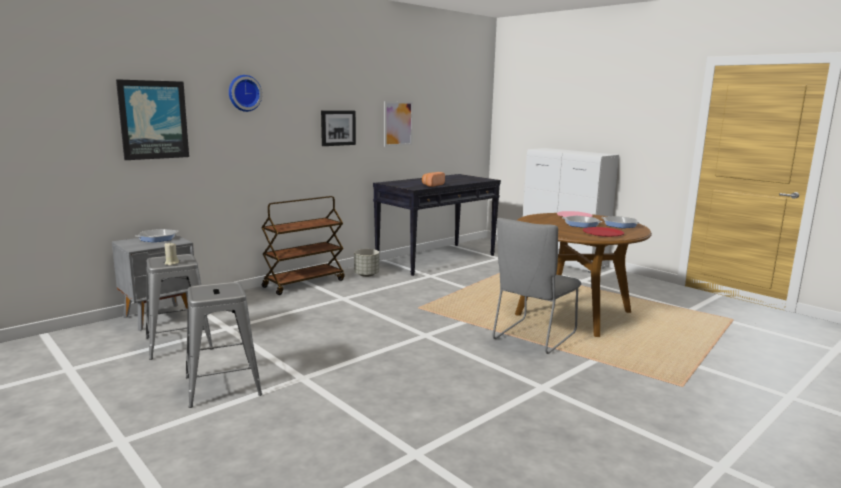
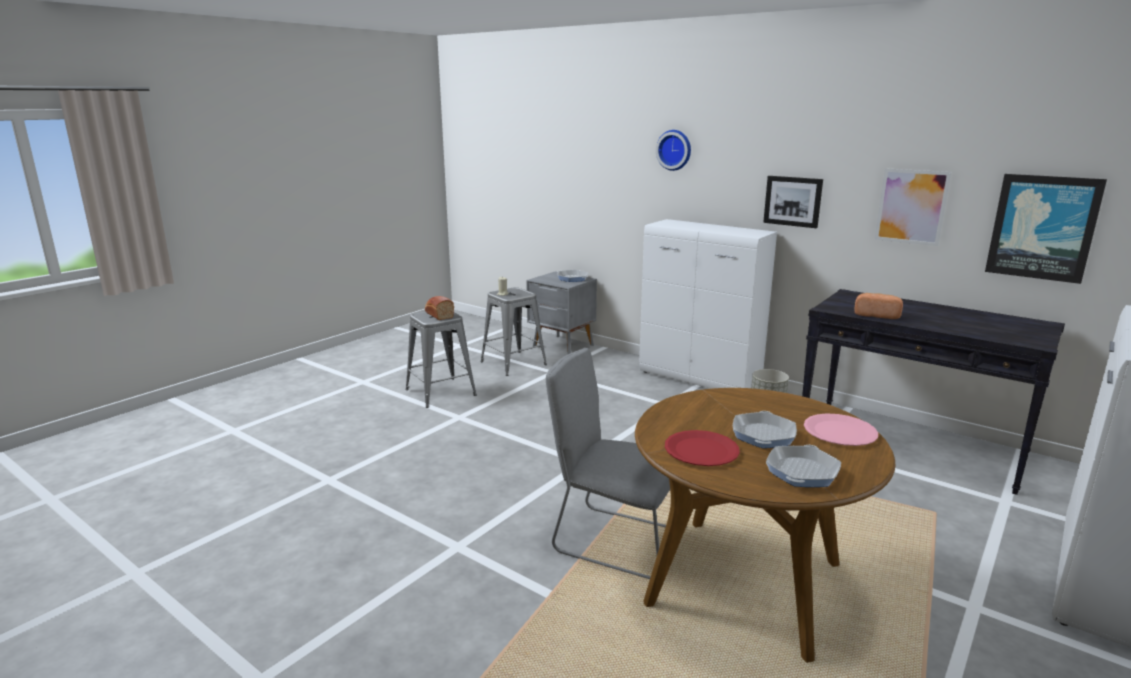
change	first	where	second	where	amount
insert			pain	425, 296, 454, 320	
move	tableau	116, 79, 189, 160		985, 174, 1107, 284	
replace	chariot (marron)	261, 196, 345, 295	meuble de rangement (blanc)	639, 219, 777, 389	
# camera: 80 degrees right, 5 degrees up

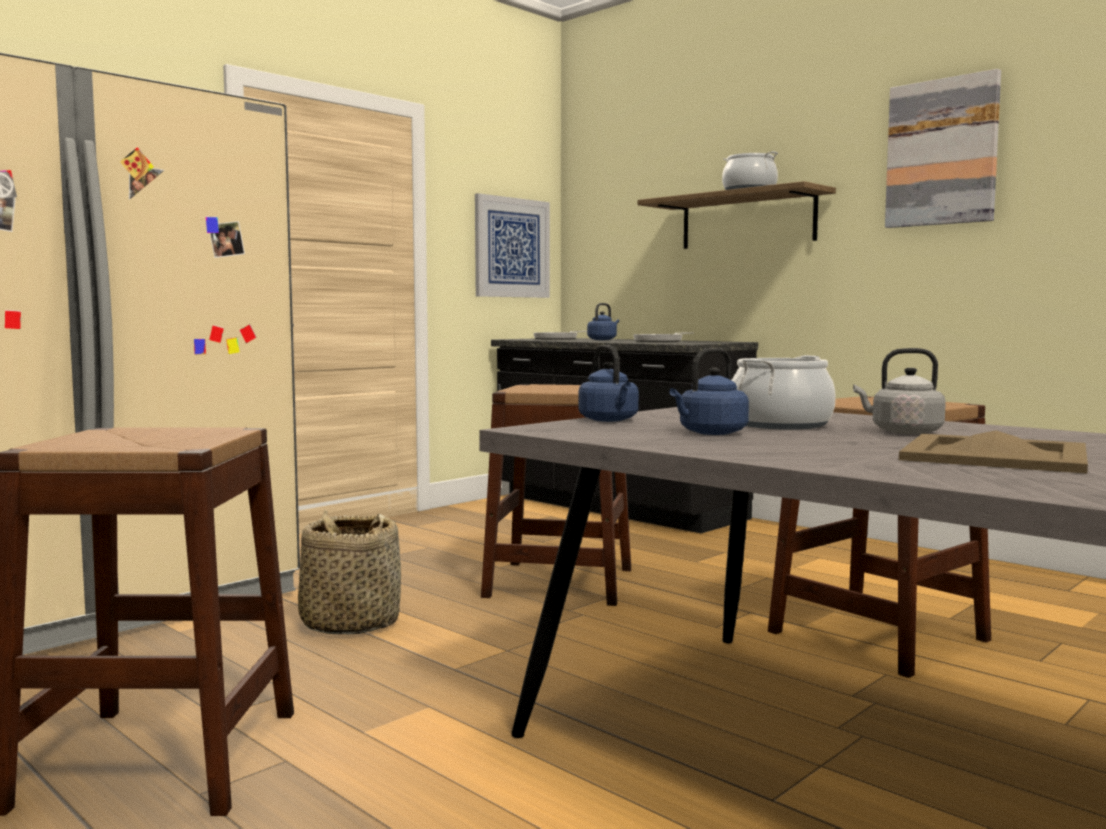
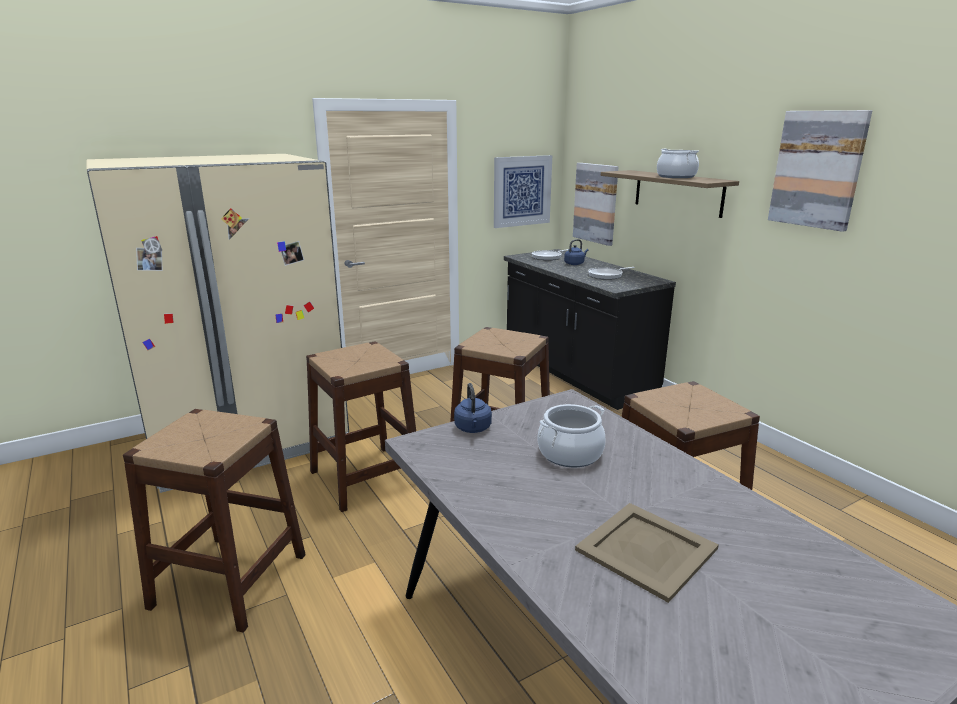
change	first	where	second	where	amount
delete	bouilloire (bleu)	669, 348, 749, 435			
delete	bouilloire (gris)	853, 348, 946, 435			
insert			tableau	573, 163, 618, 246	
replace	panier	298, 509, 401, 634	tabouret (marron)	306, 341, 416, 512	
# camera: 15 degrees right, 15 degrees up

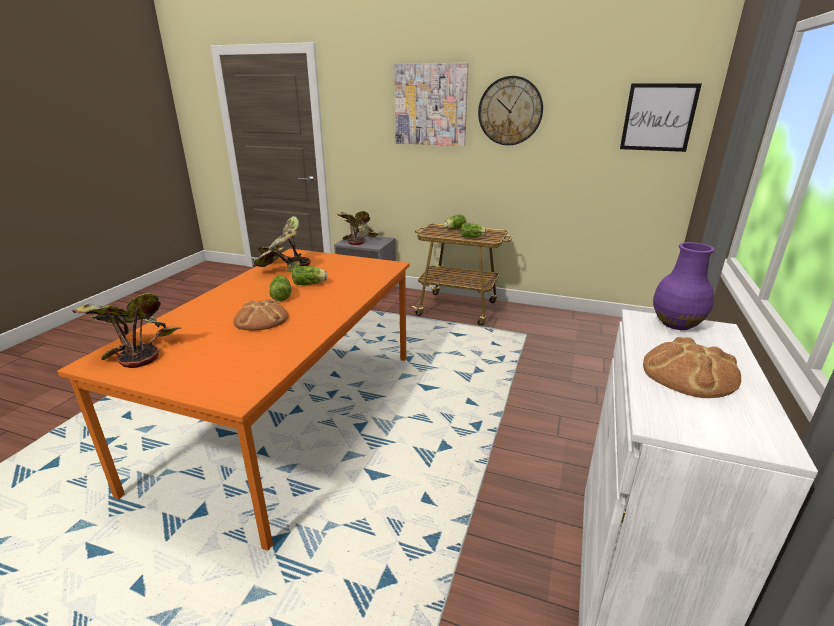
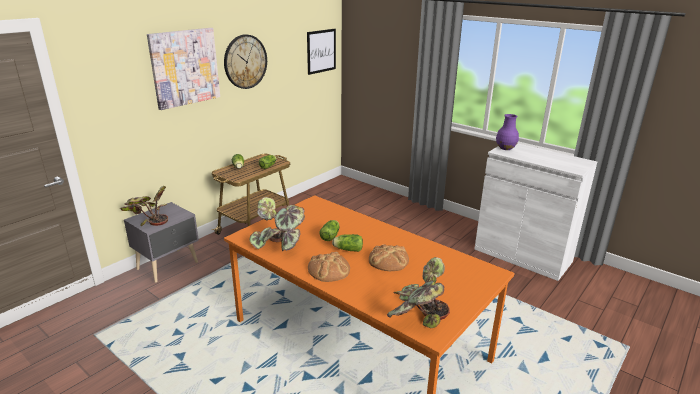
change	first	where	second	where	amount
move	pain	643, 337, 741, 398		308, 252, 350, 282	
# camera: 70 degrees left, 0 degrees up

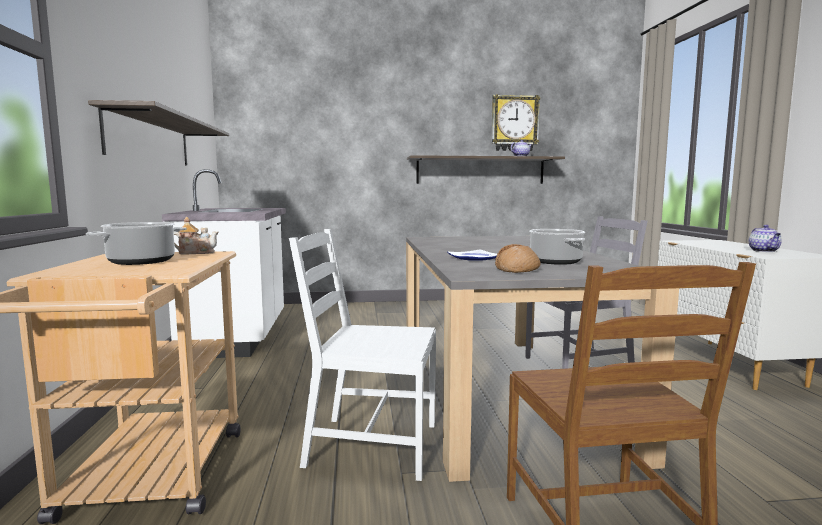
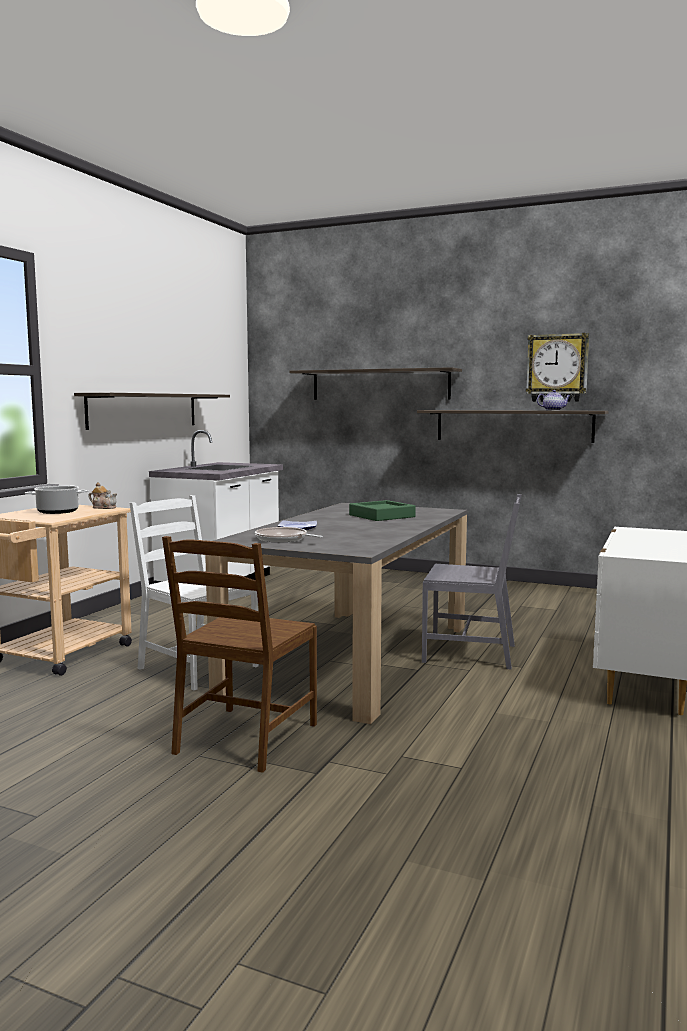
change	first	where	second	where	amount
delete	marmite	529, 229, 585, 265			
delete	théière	748, 225, 782, 252			
insert			étagère	290, 367, 462, 400	
insert			plateau (vert)	349, 500, 416, 521	
replace	pain	495, 244, 541, 273	poêle	255, 527, 323, 542	
# camera: 30 degrees right, 0 degrees up

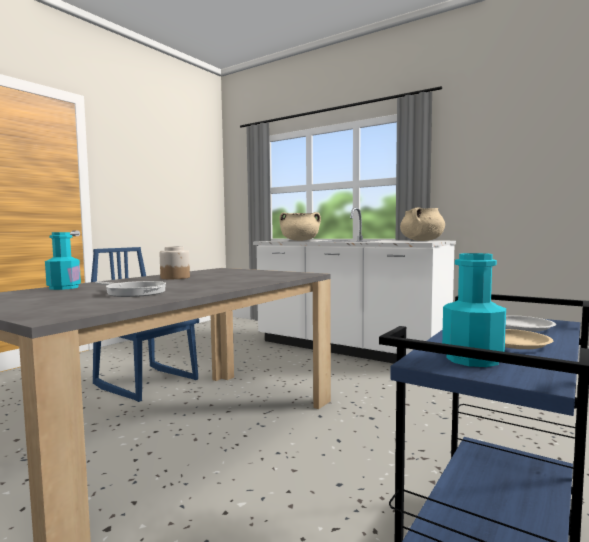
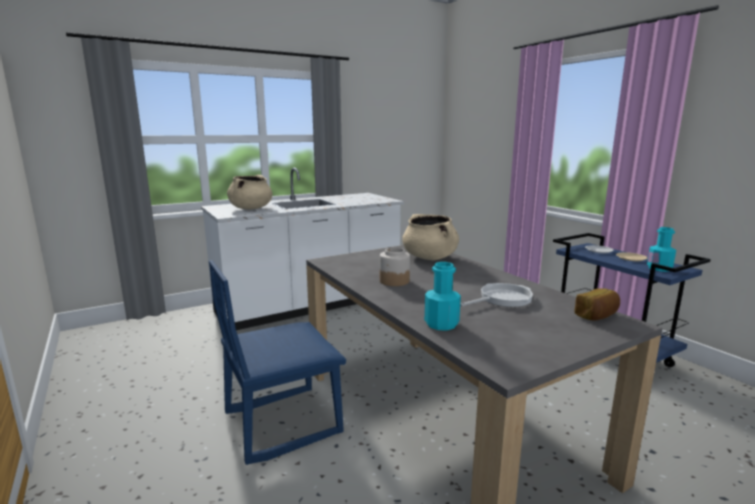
change	first	where	second	where	amount
insert			pain	574, 288, 620, 321	
move	marmite (beige)	400, 207, 445, 241		402, 214, 459, 260	
# camera: 65 degrees left, 10 degrees up

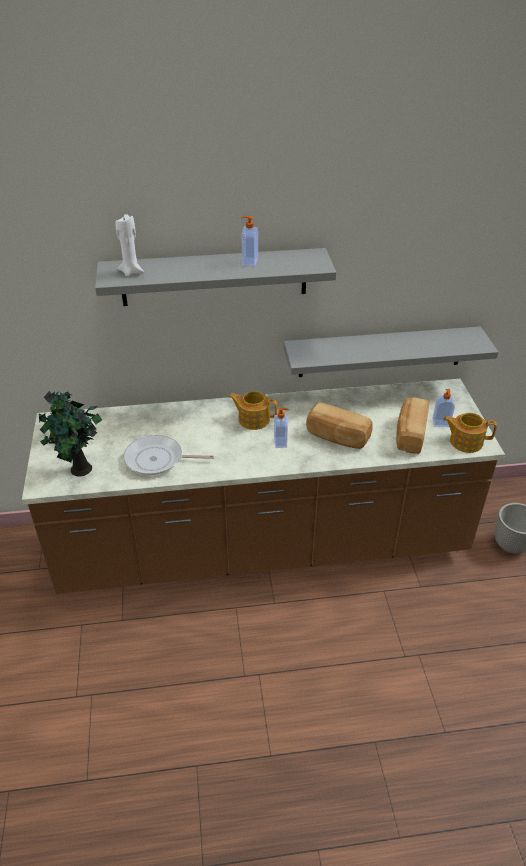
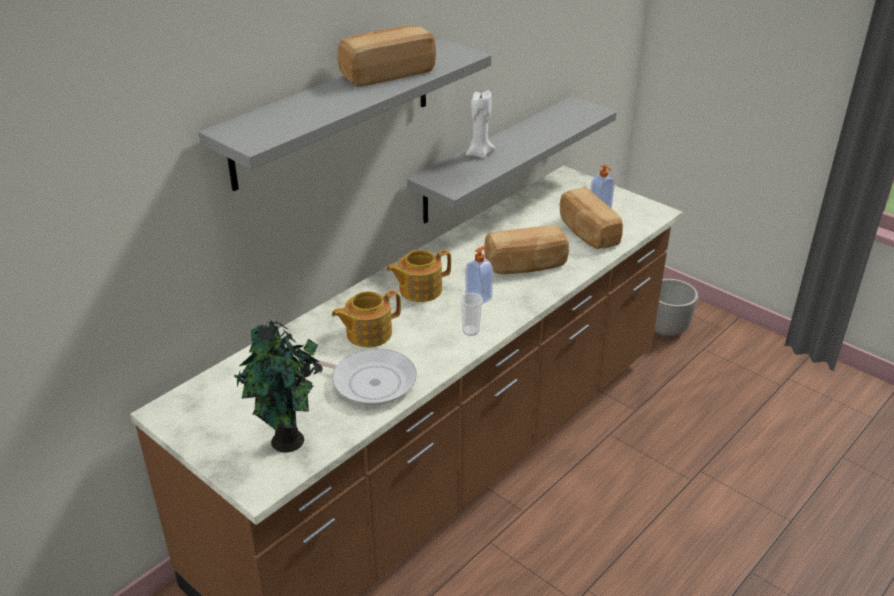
change	first	where	second	where	amount
insert			tasse	460, 293, 483, 336	
move	bougie (blanc)	116, 214, 144, 277		465, 90, 496, 159	
move	théière	443, 413, 497, 453		332, 290, 401, 347	
replace	distributeur de savon	242, 216, 258, 266	pain	338, 26, 436, 87	
rotate	poêle	123, 435, 214, 475		295, 349, 417, 406	120 degrees counterclockwise
# camera: 40 degrees left, 5 degrees down

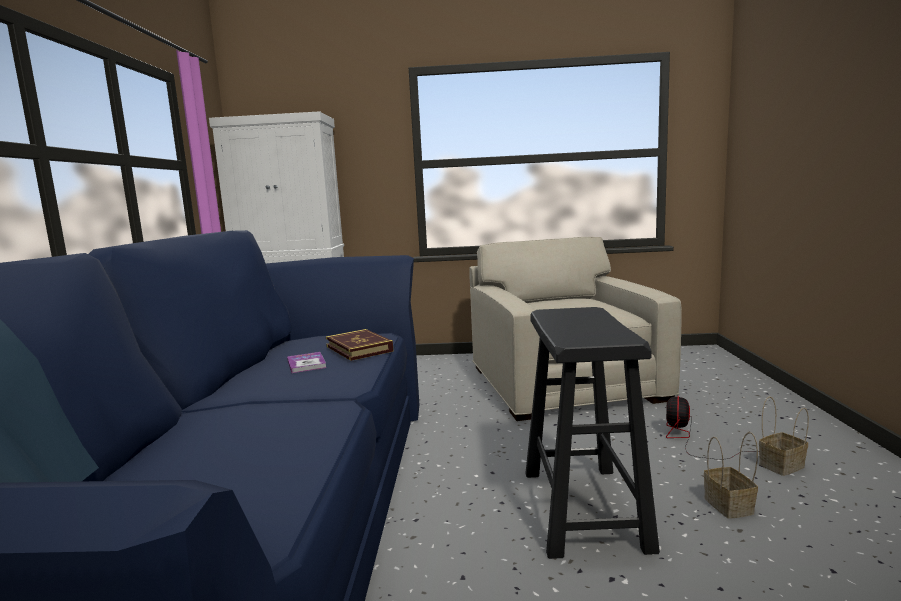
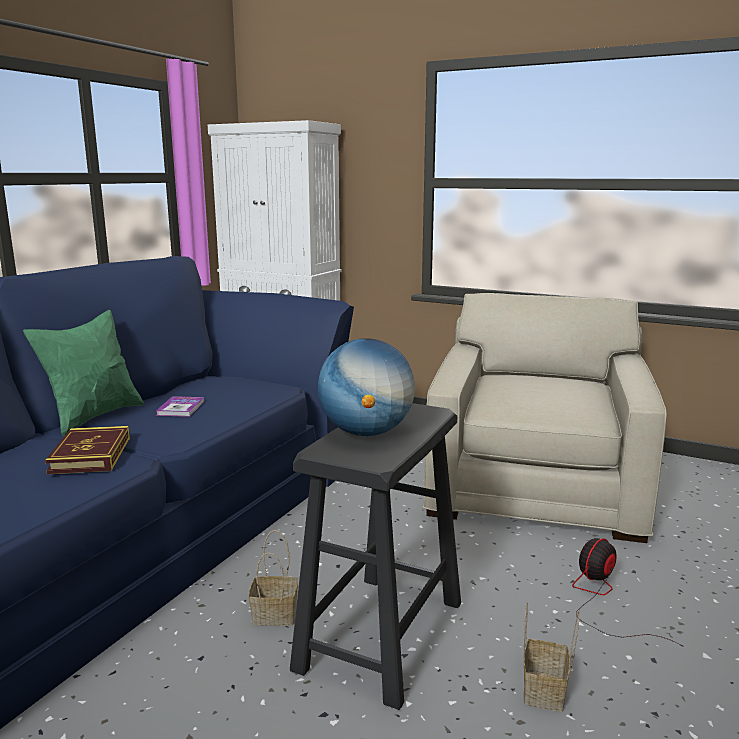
change	first	where	second	where	amount
insert			coussin (vert)	23, 310, 144, 436	
insert			globe	318, 338, 415, 436	
move	livre	326, 329, 393, 361		45, 426, 130, 474	
move	panier	759, 396, 809, 476		249, 530, 298, 626	
# camera: 25 degrees right, 5 degrees up

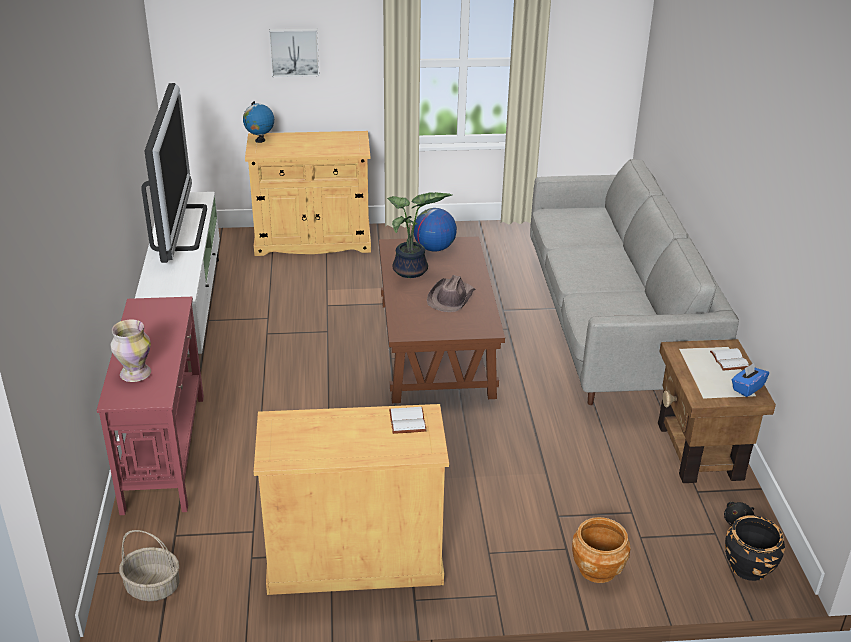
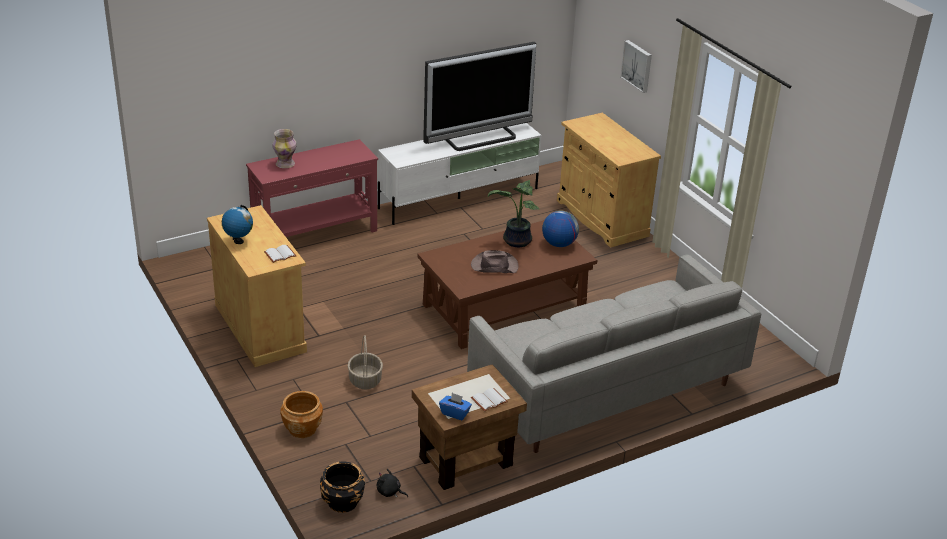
change	first	where	second	where	amount
move	panier	119, 530, 179, 601		348, 335, 383, 389	
move	globe	243, 101, 274, 143		222, 205, 253, 244	
# camera: 65 degrees right, 0 degrees up

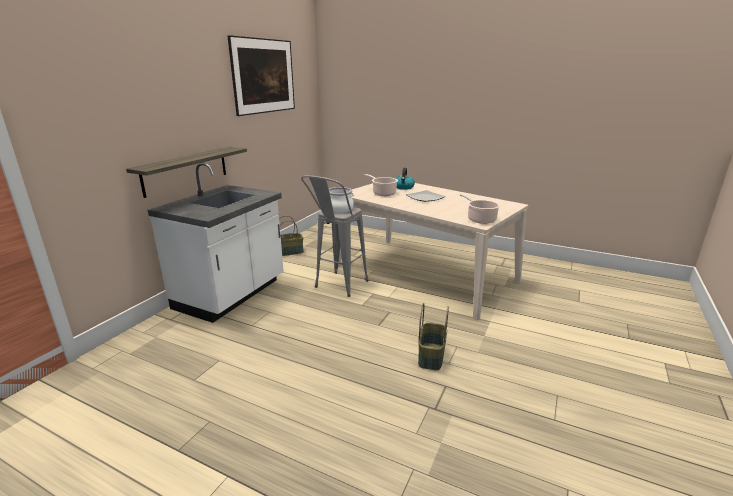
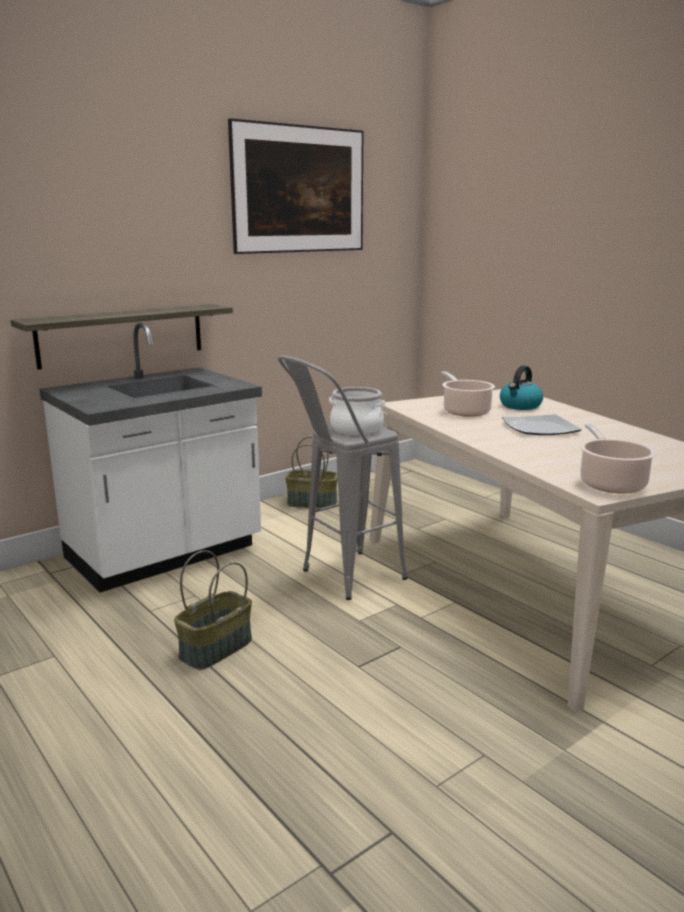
change	first	where	second	where	amount
move	panier	418, 303, 449, 370		174, 550, 252, 670	
# camera: 25 degrees right, 5 degrees down

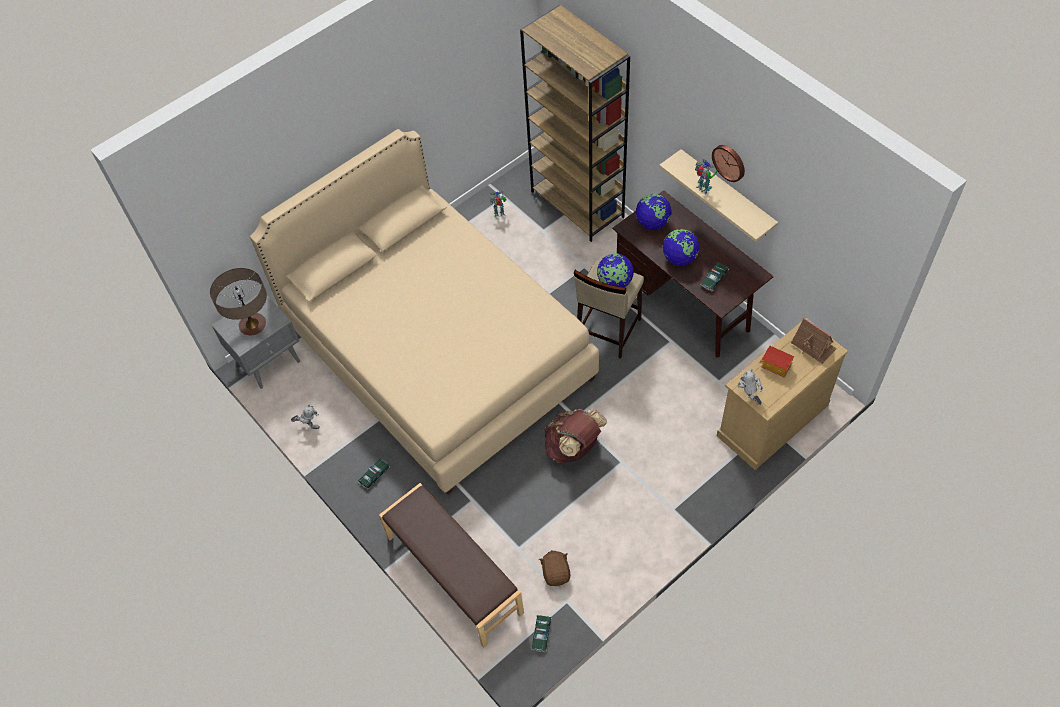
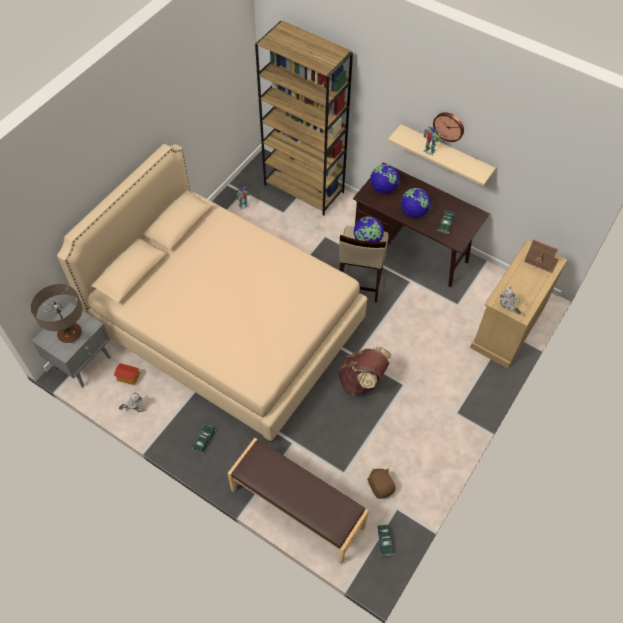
change	first	where	second	where	amount
move	maison miniature	760, 346, 795, 378		114, 363, 140, 386	
# camera: 20 degrees left, 0 degrees up

